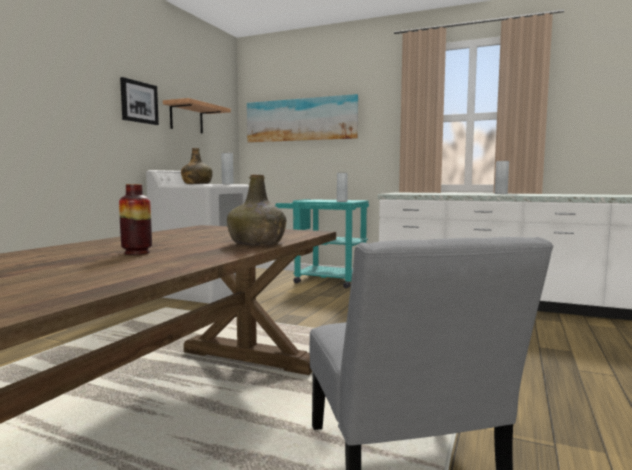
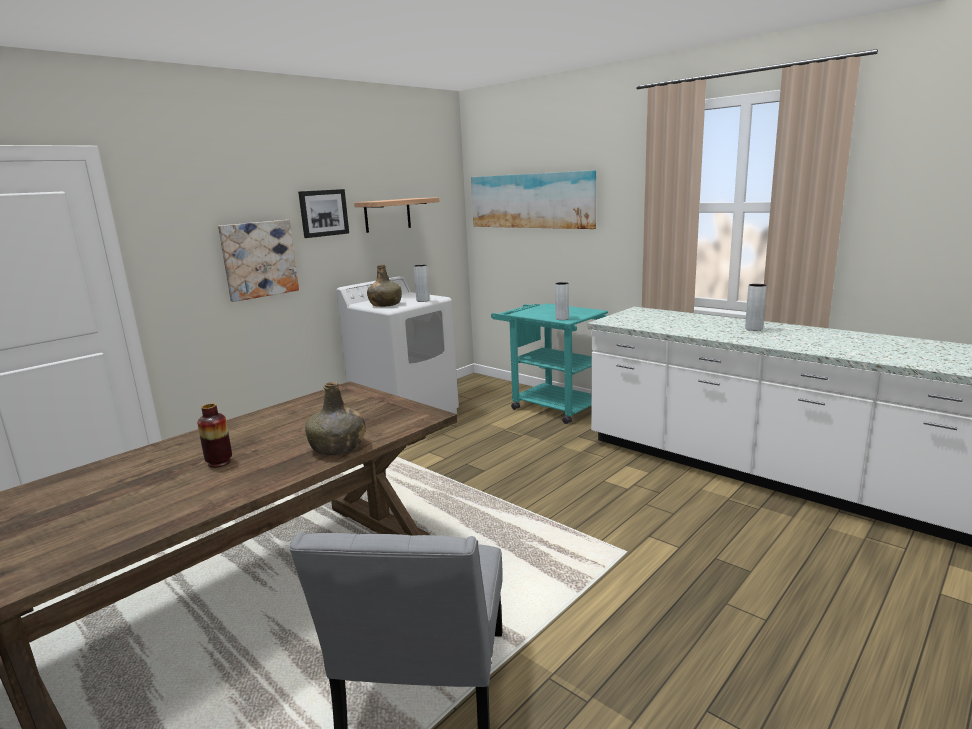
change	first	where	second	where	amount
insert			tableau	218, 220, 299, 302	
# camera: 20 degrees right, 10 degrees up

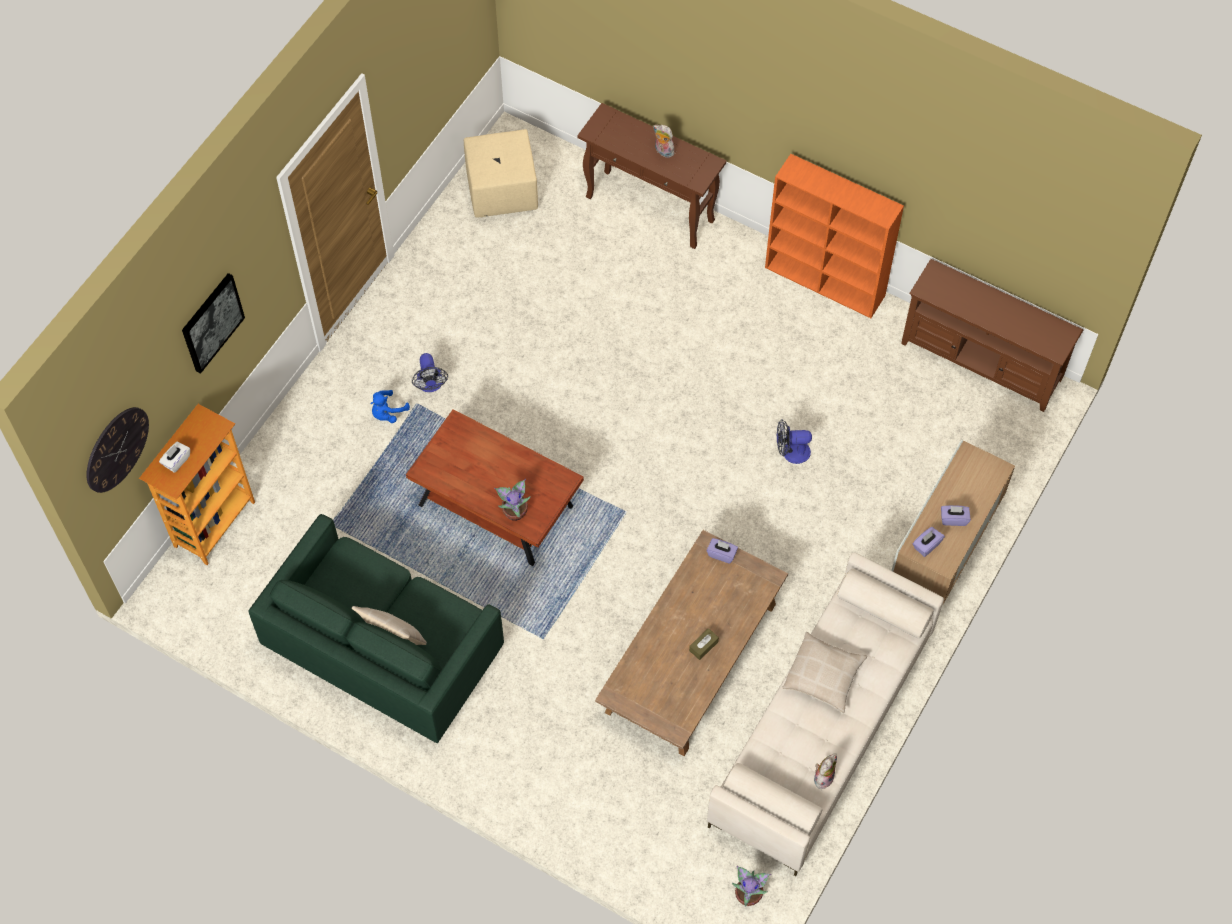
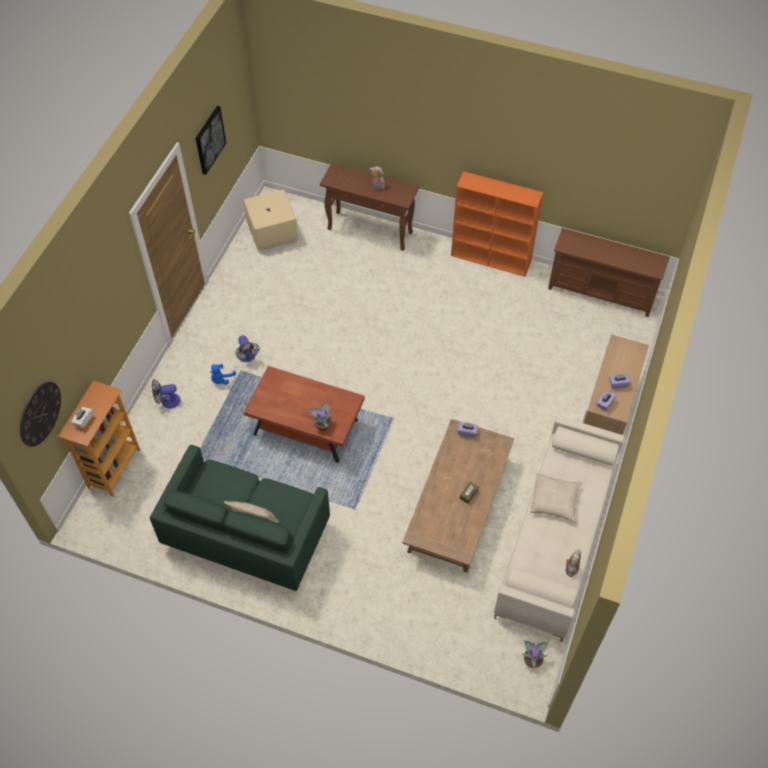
change	first	where	second	where	amount
move	tableau	182, 273, 245, 374		196, 106, 226, 175	
move	ventilateur	777, 419, 812, 464		152, 379, 181, 409	
# camera: 10 degrees left, 5 degrees down

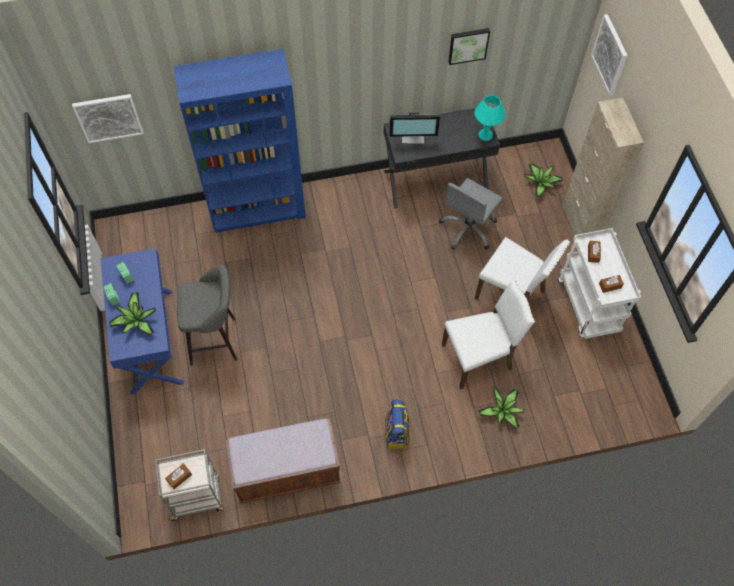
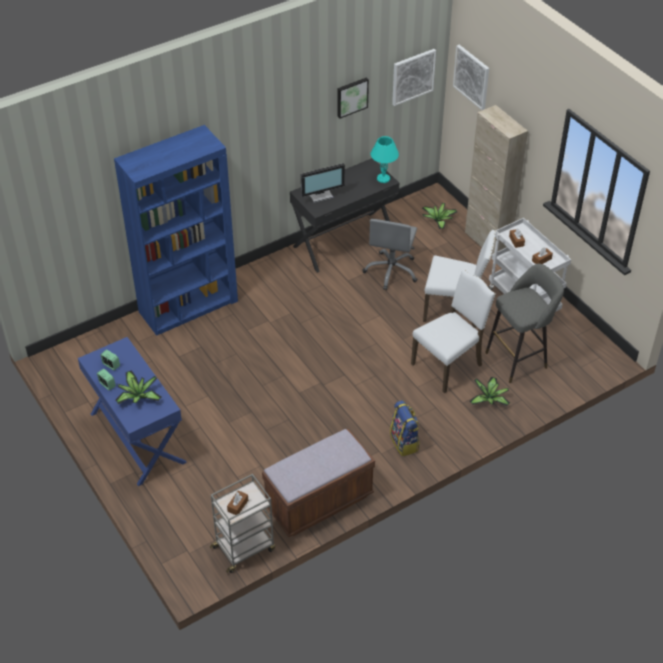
change	first	where	second	where	amount
move	tableau	72, 94, 144, 143		392, 49, 436, 106	
move	tabouret (gris)	177, 265, 237, 366		485, 264, 564, 383	
# camera: 20 degrees left, 15 degrees down

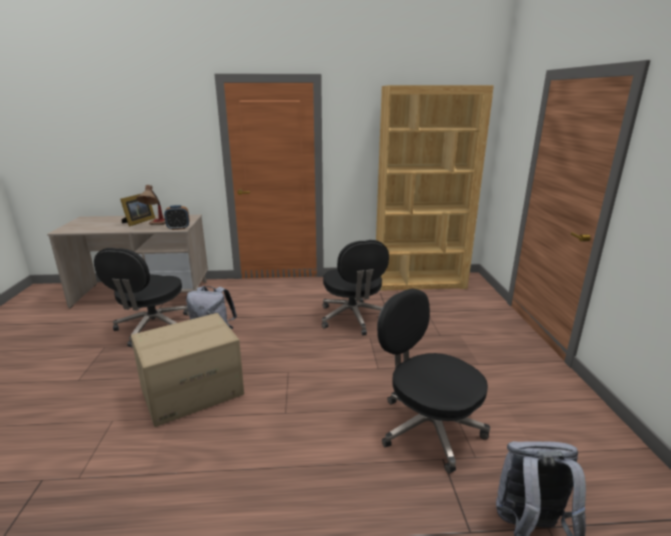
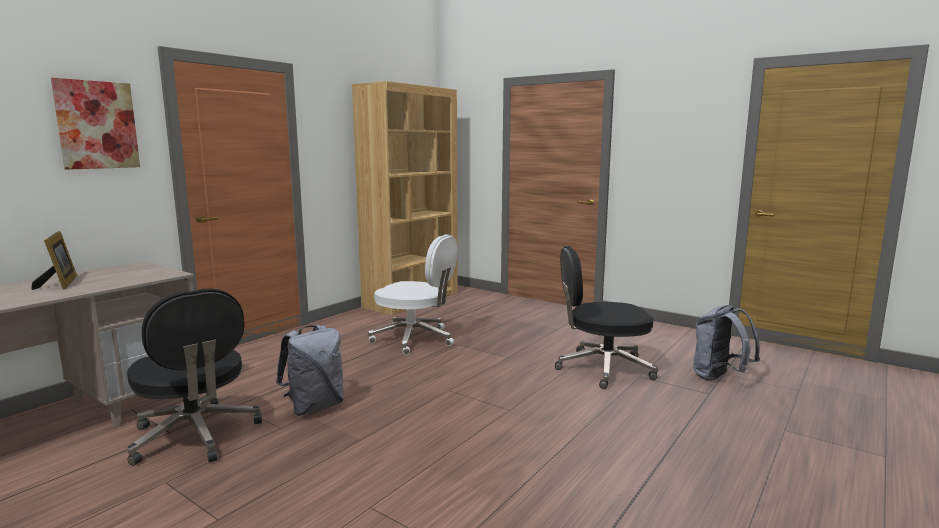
change	first	where	second	where	amount
delete	carton	131, 313, 244, 427			
delete	lampe de table	136, 185, 166, 225			
delete	réveil	164, 205, 190, 230			
insert			tableau	51, 78, 140, 170	
recolor	chaise de bureau (noir)	322, 240, 389, 336	chaise de bureau (blanc)	368, 235, 458, 355	
# camera: 50 degrees left, 10 degrees down

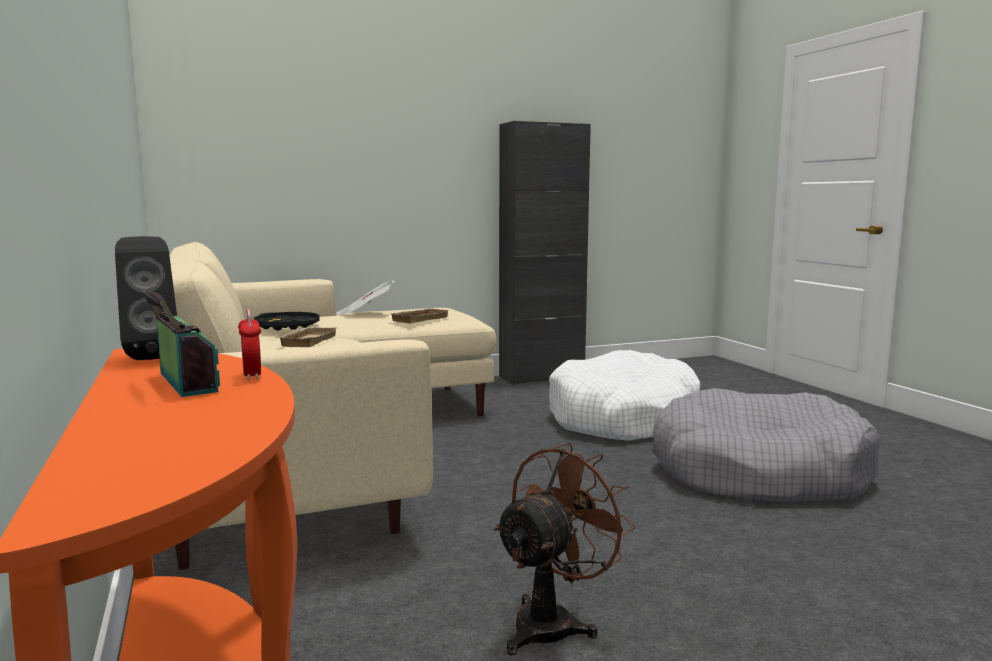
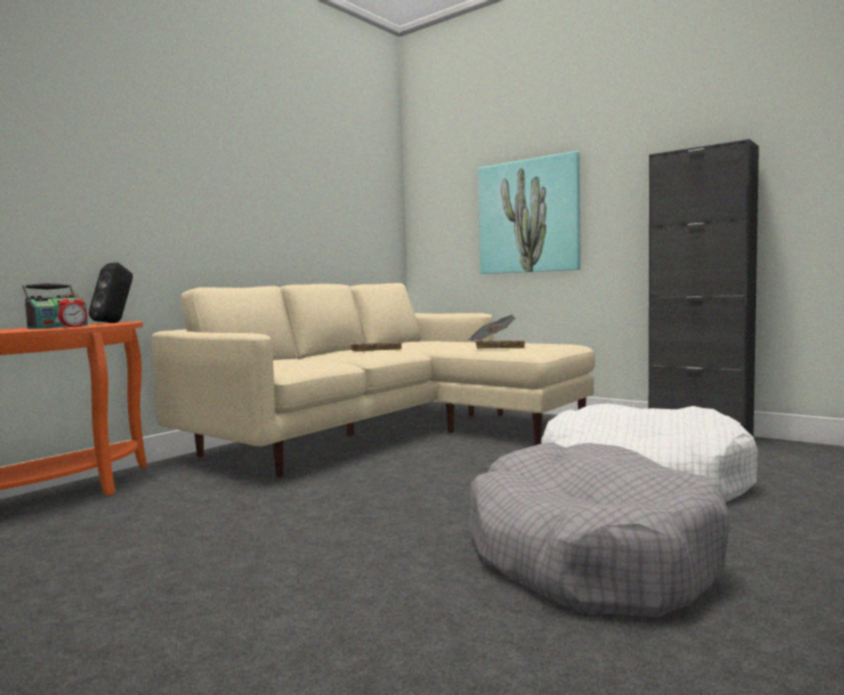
change	first	where	second	where	amount
delete	plateau (noir)	253, 312, 320, 331			
delete	ventilateur (marron)	494, 442, 636, 656			
insert			tableau	478, 151, 581, 274	
# camera: 60 degrees right, 5 degrees down

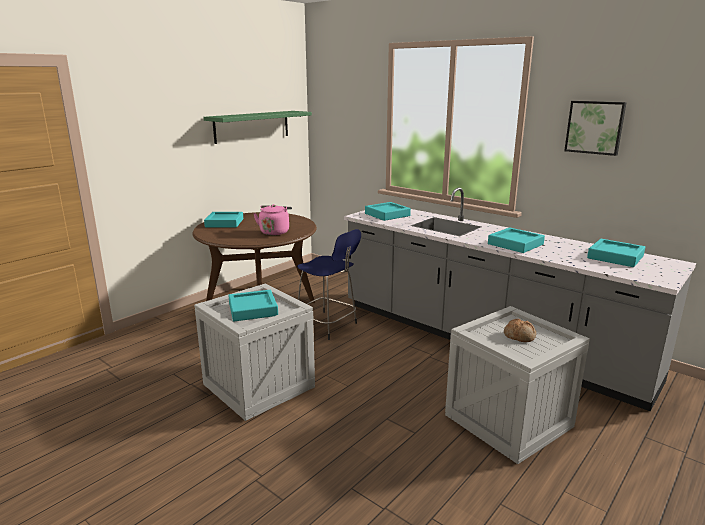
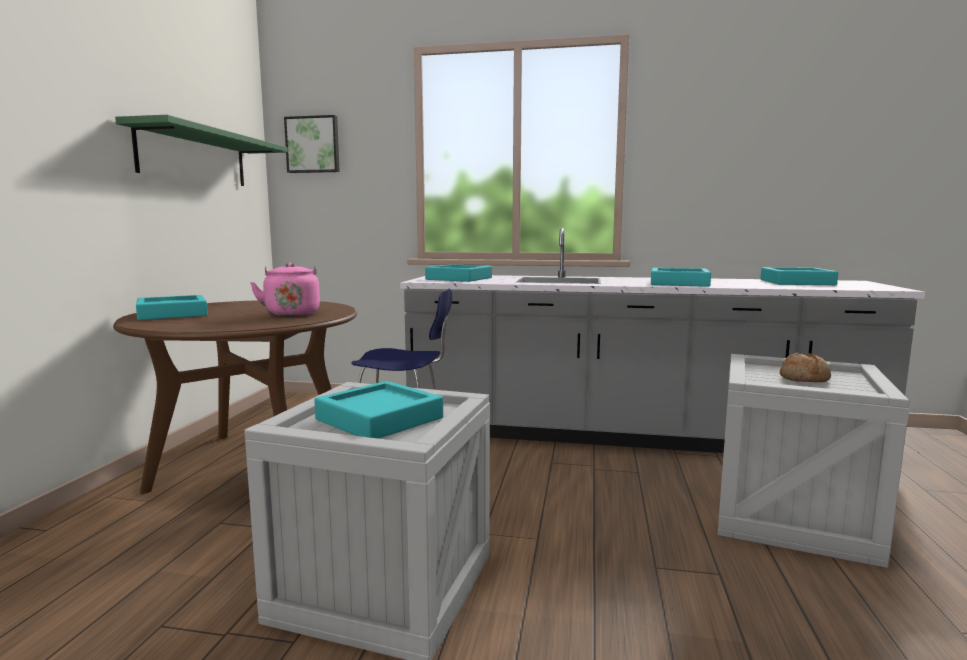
change	first	where	second	where	amount
move	tableau	564, 101, 627, 156		284, 115, 340, 173	
# camera: 30 degrees left, 10 degrees down

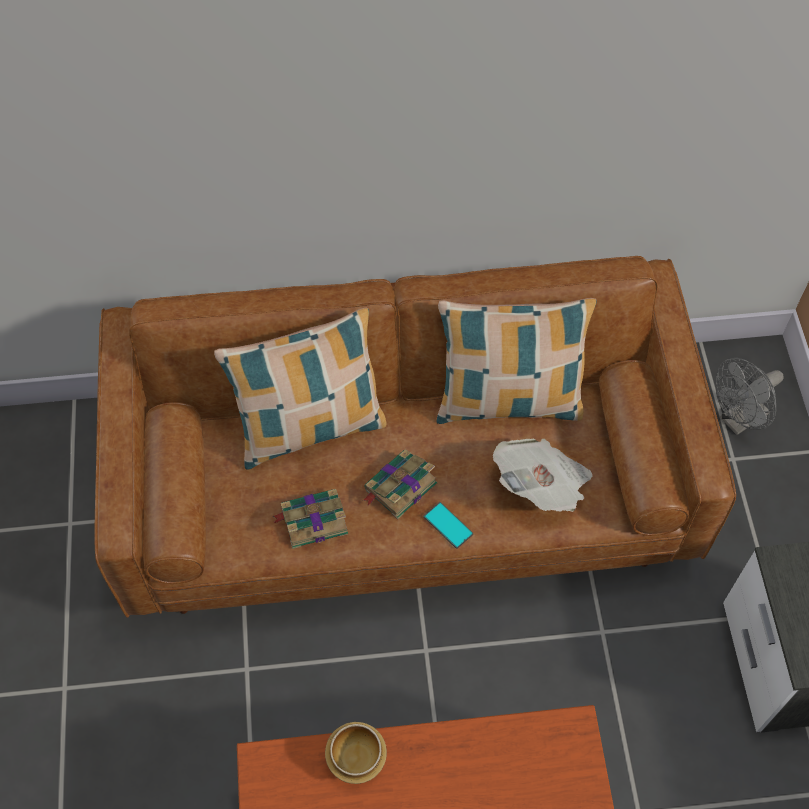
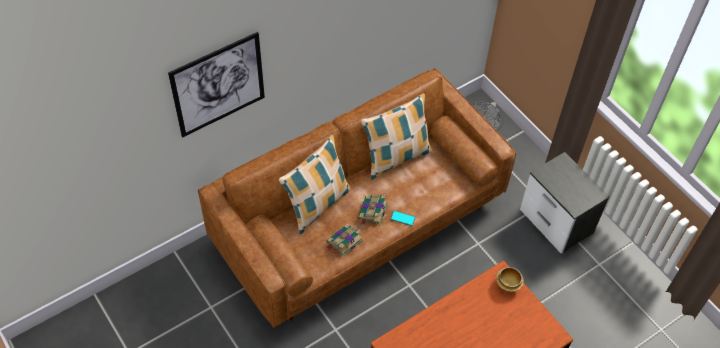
change	first	where	second	where	amount
delete	journal	493, 439, 592, 512			
insert			tableau	168, 32, 265, 137	
move	bol	325, 722, 387, 784		496, 267, 524, 292	
# camera: 30 degrees left, 5 degrees down

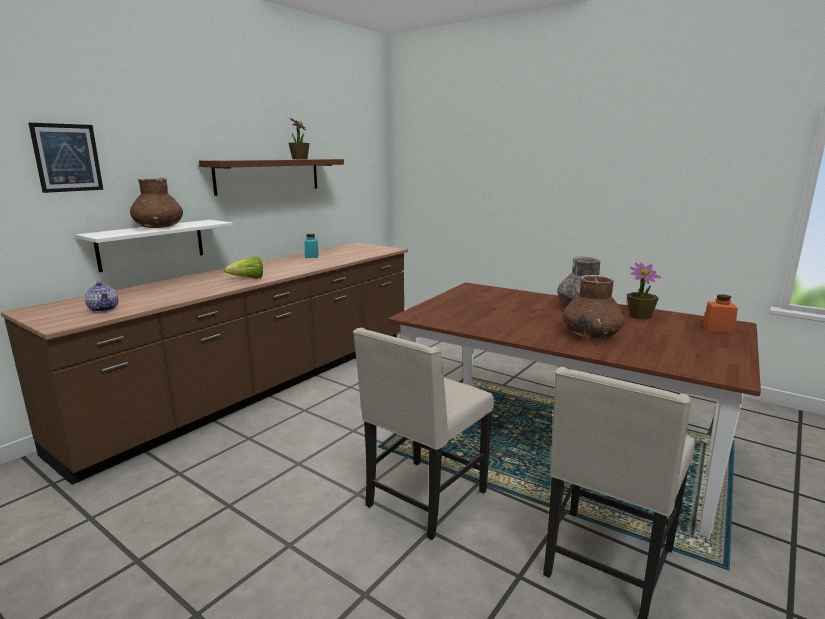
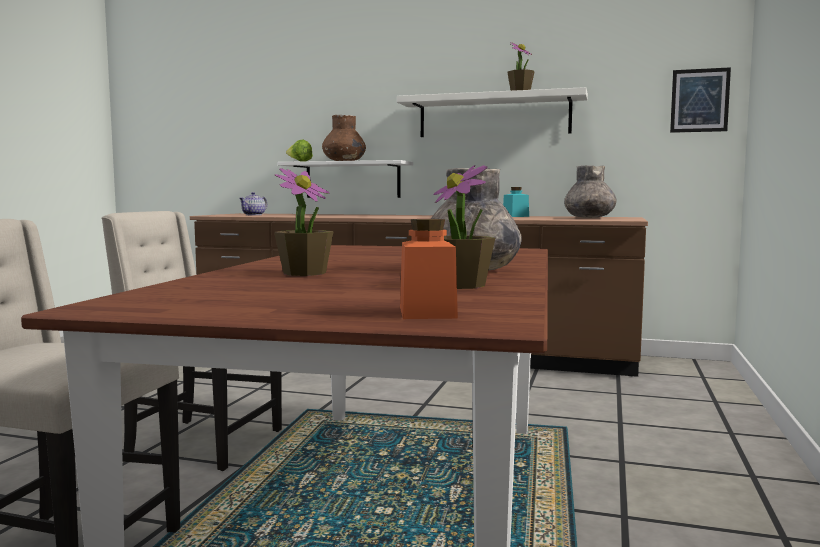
change	first	where	second	where	amount
insert			vase (gris)	564, 166, 617, 218	
move	tableau	28, 123, 103, 193		670, 67, 731, 133	
move	laitue	224, 256, 263, 279		286, 140, 313, 161	
replace	vase (marron)	563, 275, 625, 339	plante en pot	274, 168, 334, 276	
recolor	étagère (marron)	199, 159, 344, 196	étagère (blanc)	397, 87, 588, 137	
# camera: 70 degrees right, 10 degrees down

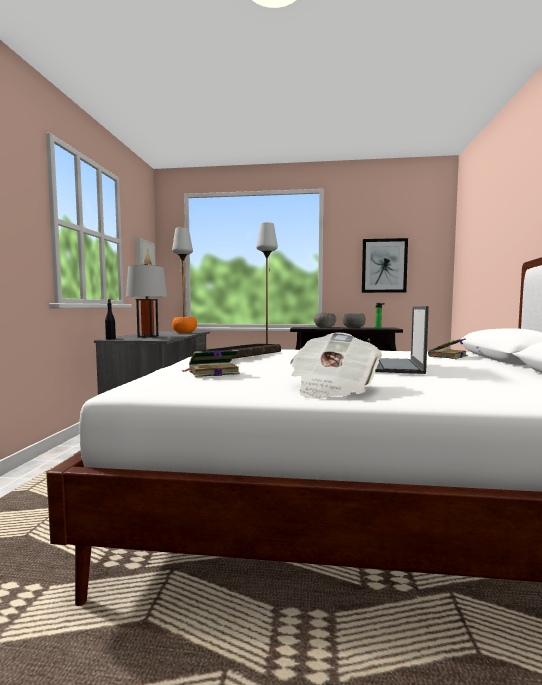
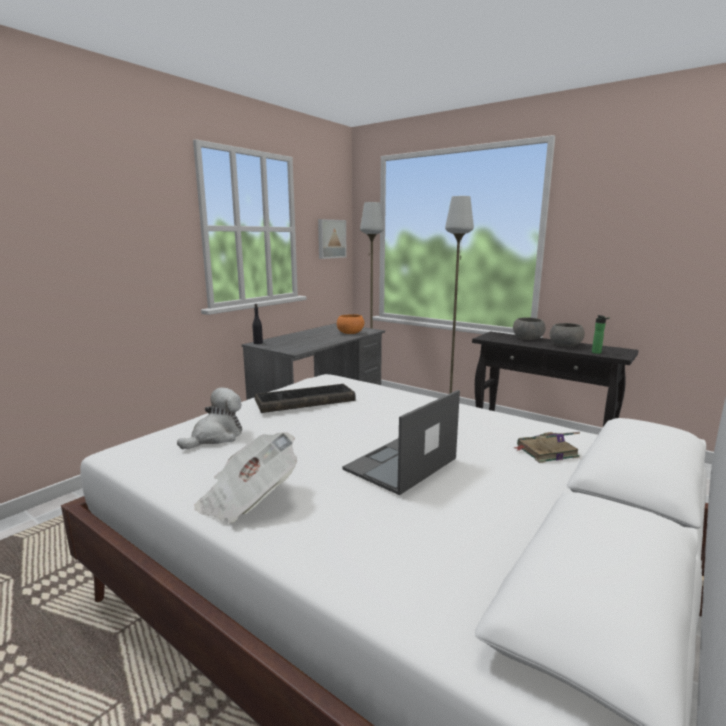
change	first	where	second	where	amount
delete	lampe de table (gris)	126, 263, 167, 338			
delete	tableau	362, 238, 408, 293			
replace	livre	182, 350, 240, 377	peluche	177, 387, 242, 449	
# camera: 30 degrees right, 10 degrees up

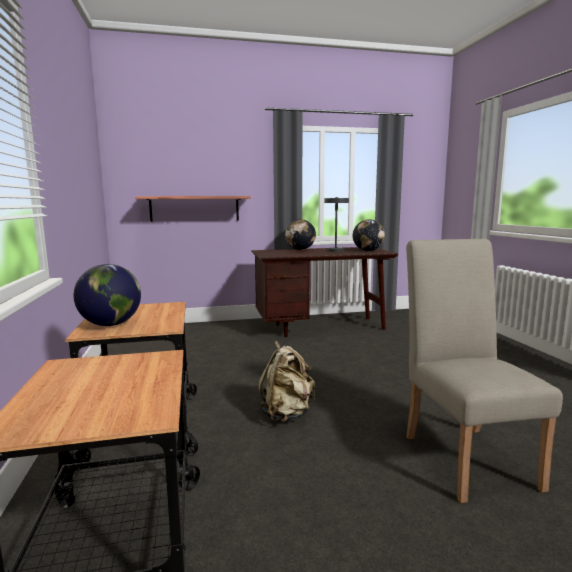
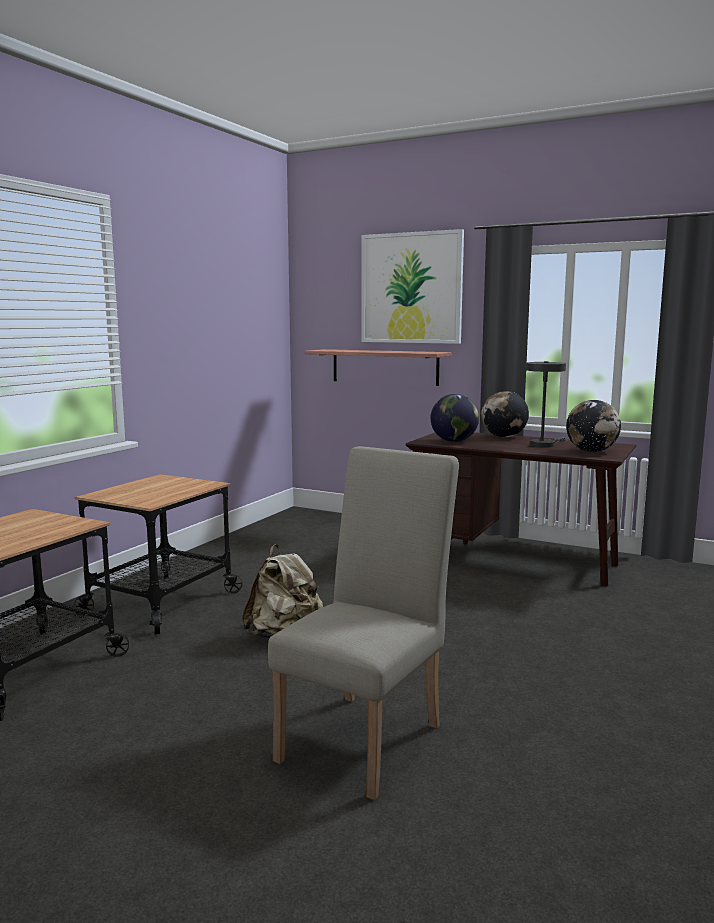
change	first	where	second	where	amount
insert			tableau	361, 229, 464, 344	
move	globe	74, 264, 141, 326		431, 394, 479, 442	
# camera: 40 degrees right, 0 degrees up

